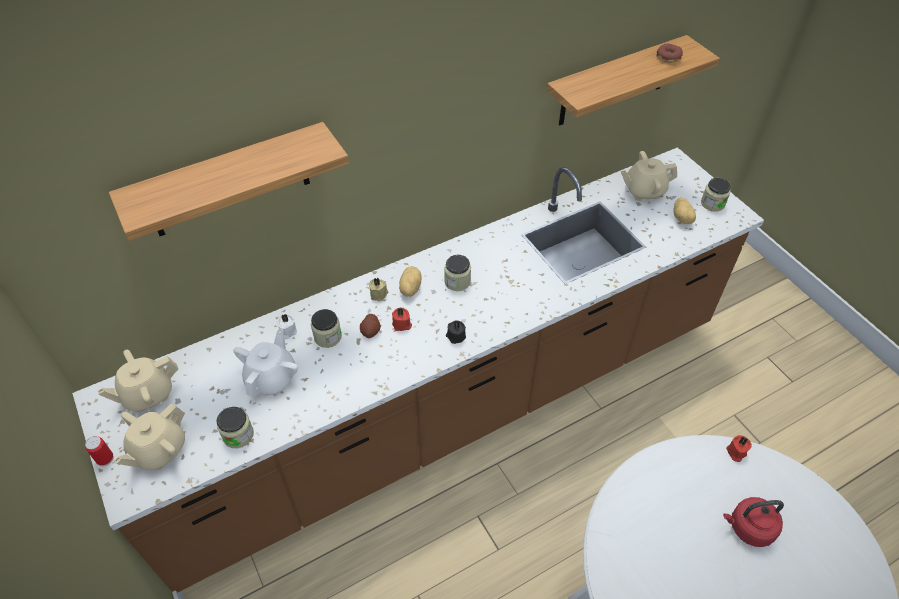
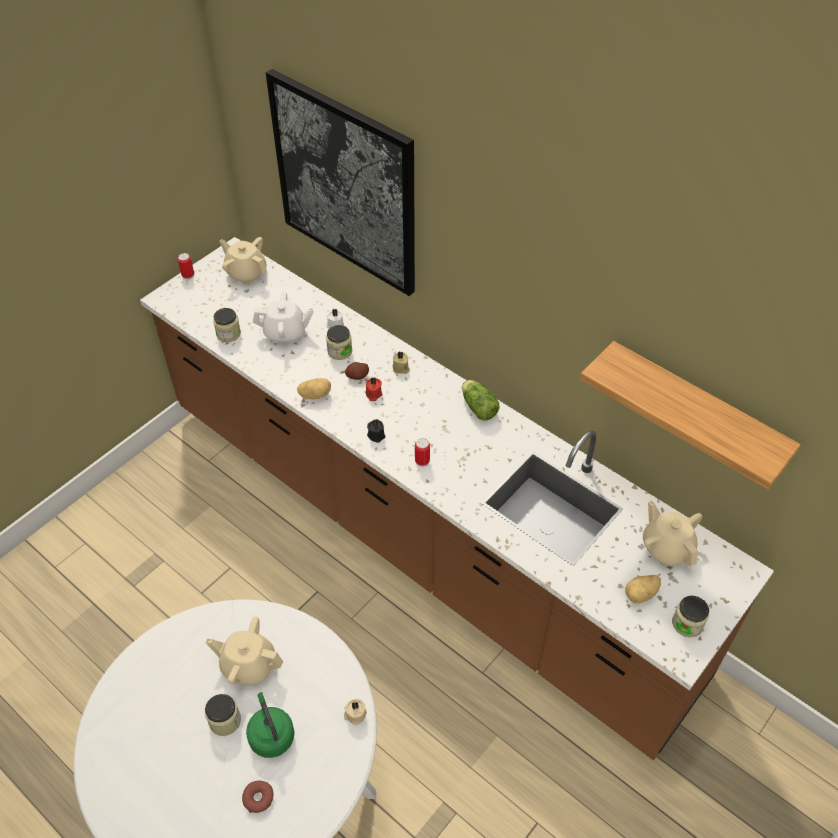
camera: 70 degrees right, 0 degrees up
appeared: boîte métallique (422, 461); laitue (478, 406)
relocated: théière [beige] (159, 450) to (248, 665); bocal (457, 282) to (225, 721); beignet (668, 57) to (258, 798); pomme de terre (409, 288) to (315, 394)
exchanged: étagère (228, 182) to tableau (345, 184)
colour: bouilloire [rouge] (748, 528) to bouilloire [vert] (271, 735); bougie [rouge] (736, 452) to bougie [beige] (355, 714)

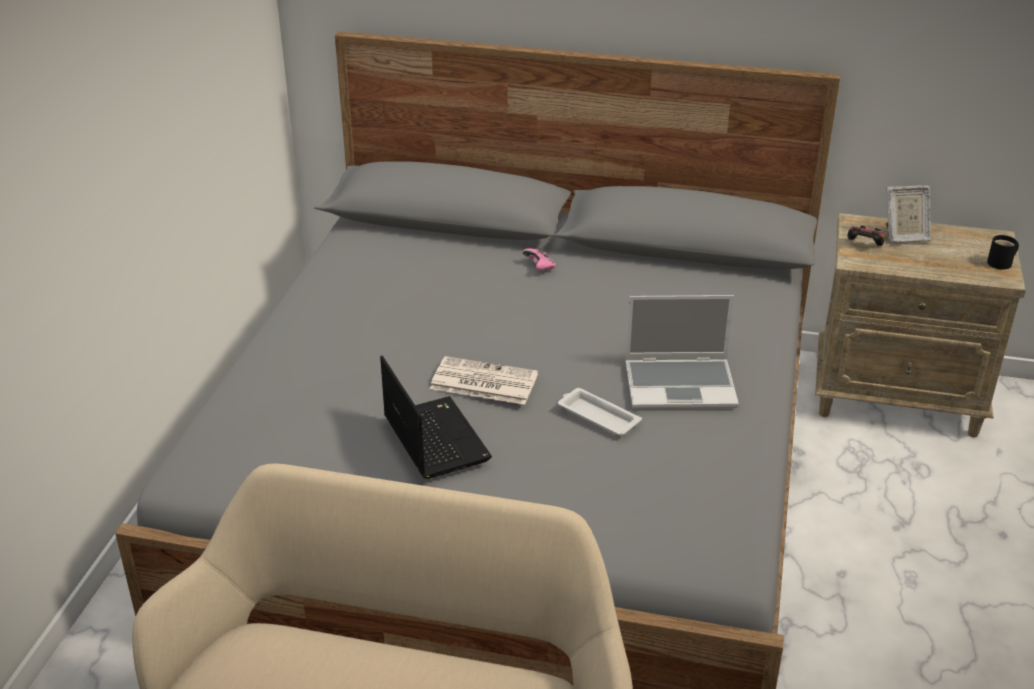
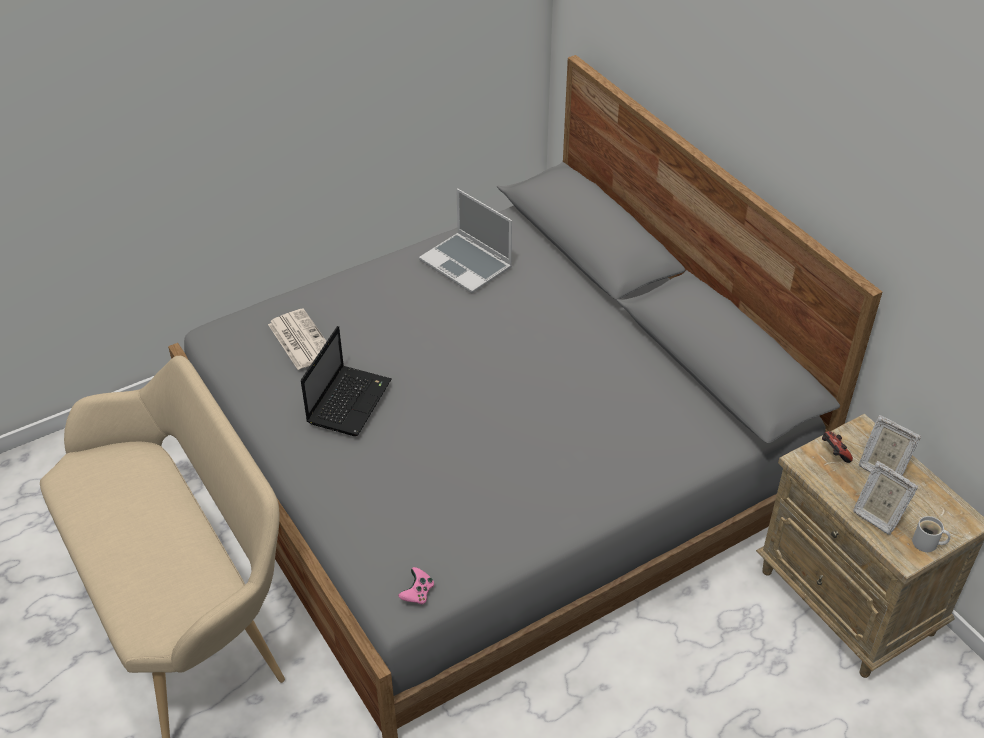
camera: 45 degrees right, 10 degrees up
missing: plateau [blanc] (597, 416)
appeared: cadre photo (877, 515)
relocated: journal (482, 382) to (300, 339); manette [rose] (540, 267) to (417, 593); ordinateur portable (681, 385) to (467, 264)
colour: mug [noir] (1001, 263) to mug [blanc] (927, 544)

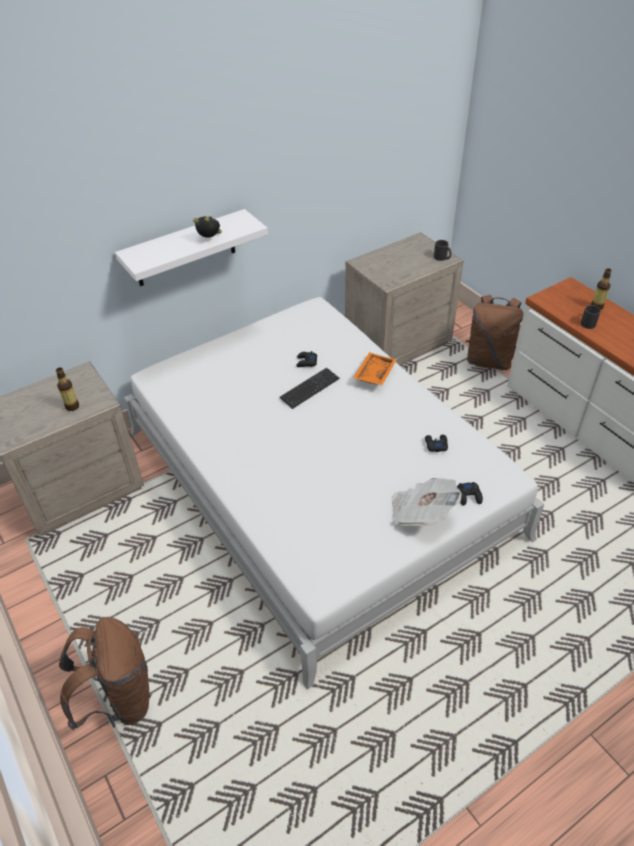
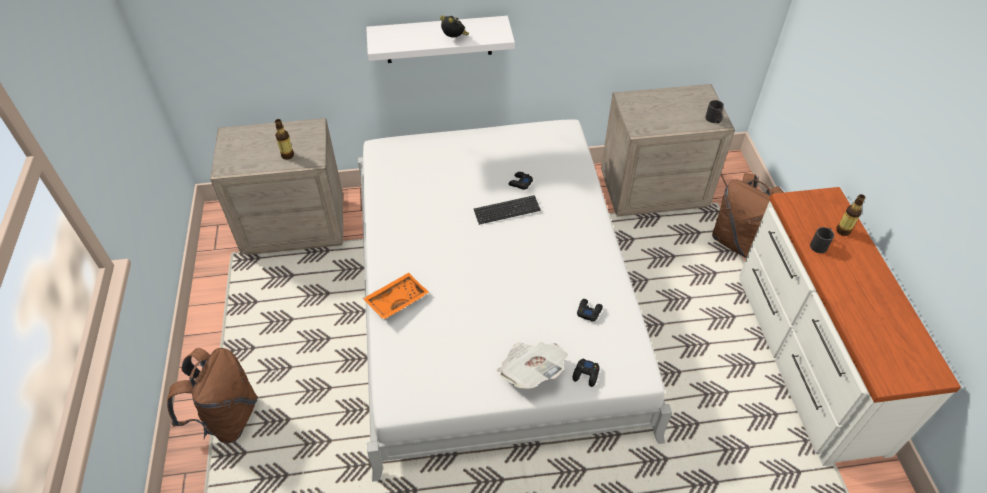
camera: 25 degrees right, 5 degrees up
relocated: plateau [orange] (373, 374) to (396, 300)

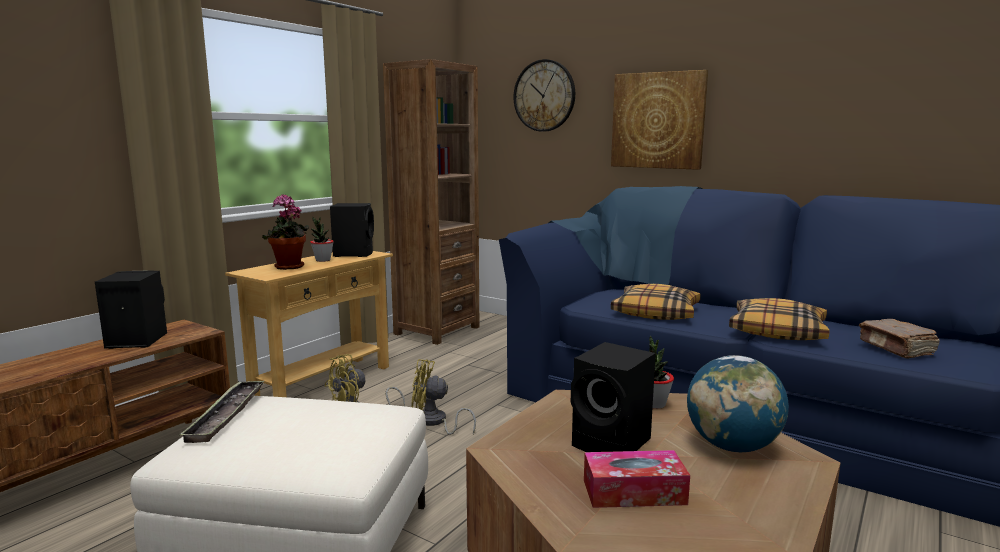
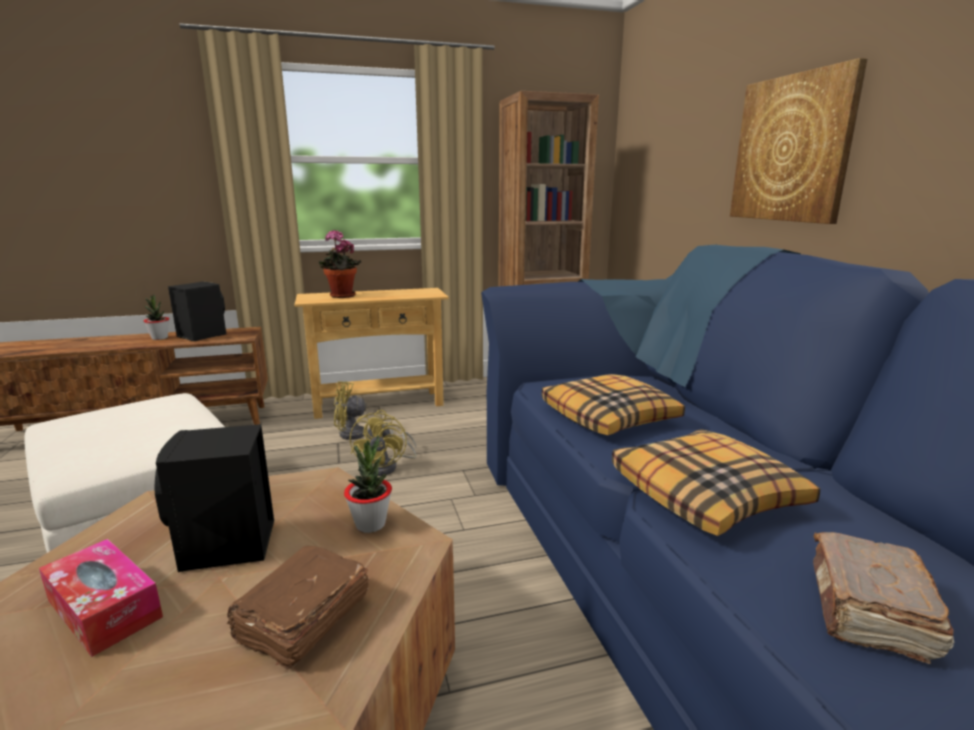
camera: 40 degrees right, 5 degrees up
missing: plateau (226, 415); enceinte [noir] (354, 254); horloge murale (544, 96)
relocated: plante en pot (323, 260) to (159, 338)
exchanged: globe (732, 446) to livre [marron] (302, 621)
spun: ventilateur [jaune] (435, 422) = (388, 467) 135 degrees counterclockwise

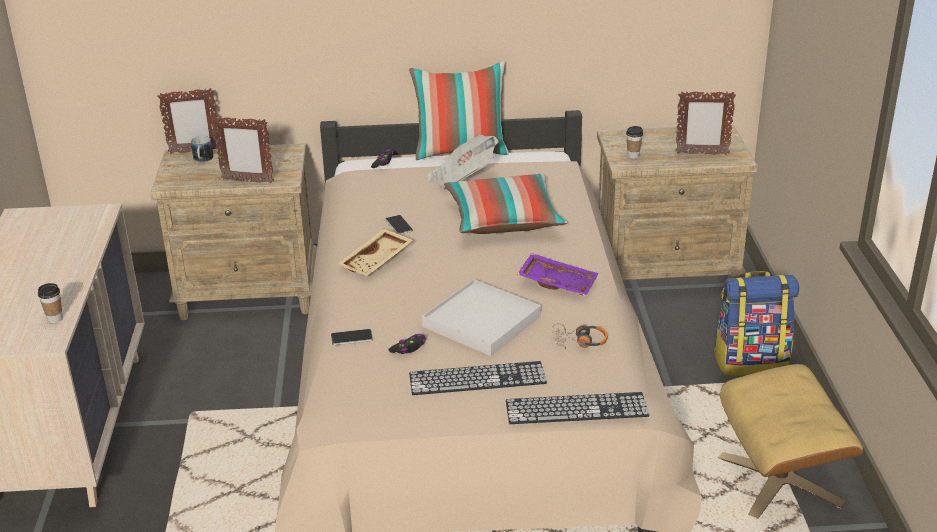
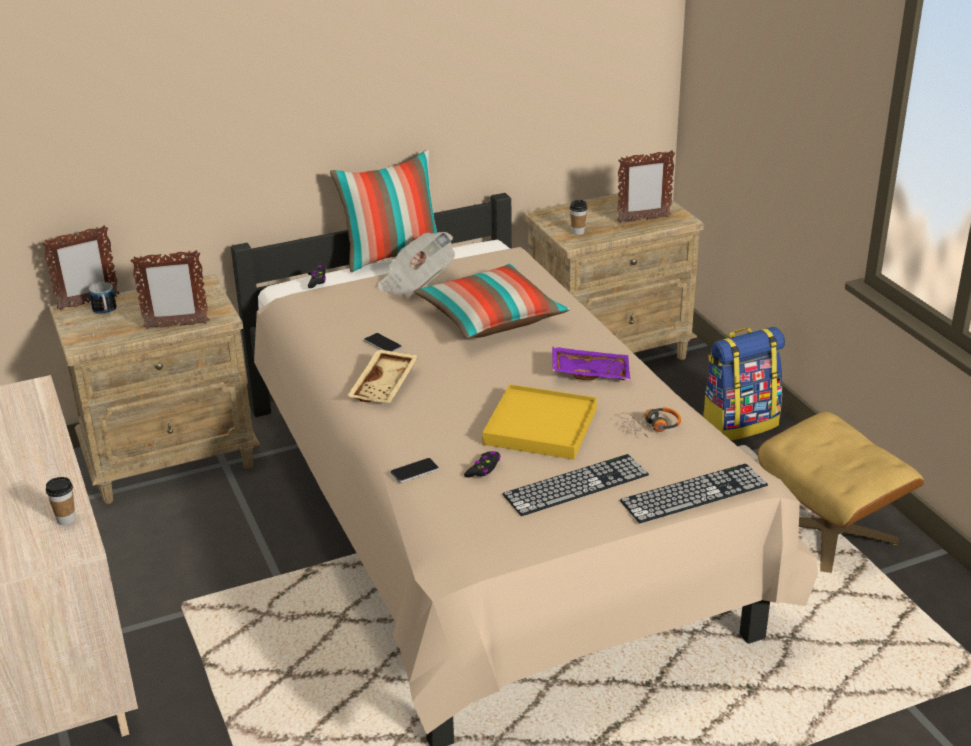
camera: 20 degrees left, 0 degrees up
colour: plateau [blanc] (482, 321) to plateau [jaune] (541, 426)

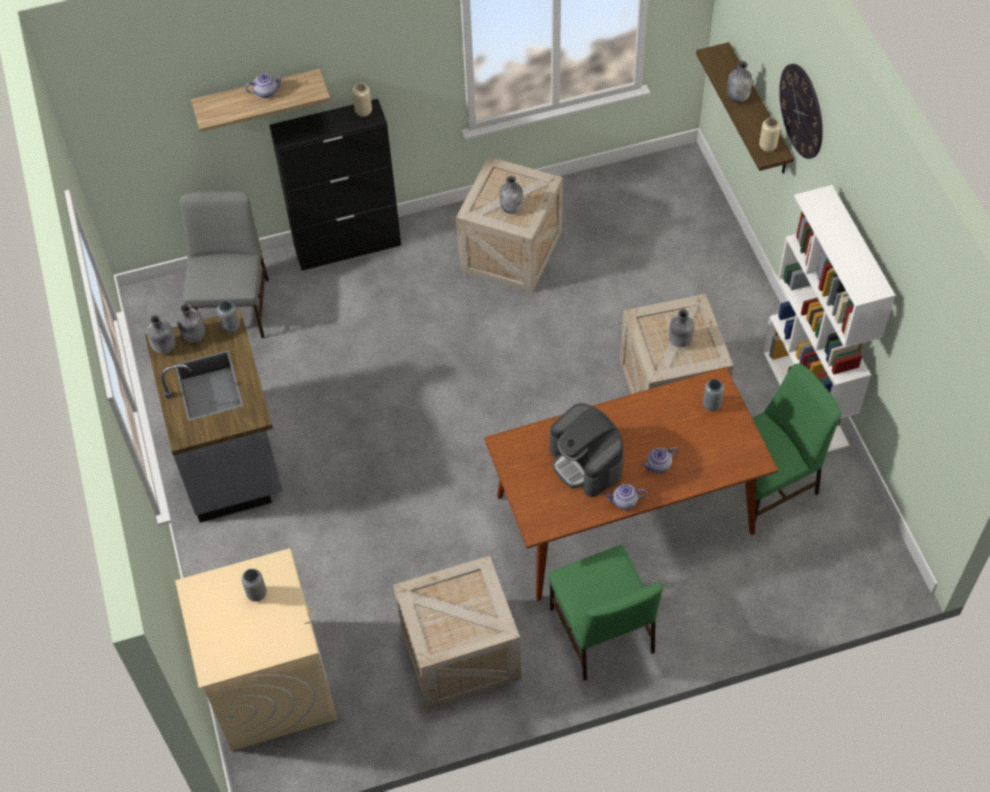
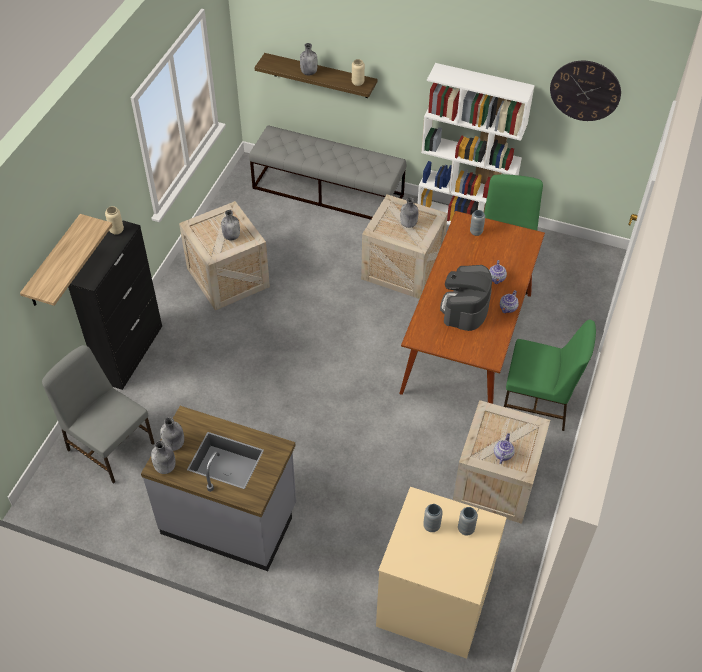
camera: 55 degrees left, 5 degrees down
appeared: banc [gris] (328, 192)
relocated: vase [gris] (231, 327) to (466, 529); théière (266, 92) to (503, 454); horloge murale (801, 111) to (585, 90)
spun: machine à café (586, 463) = (465, 308) 105 degrees clockwise

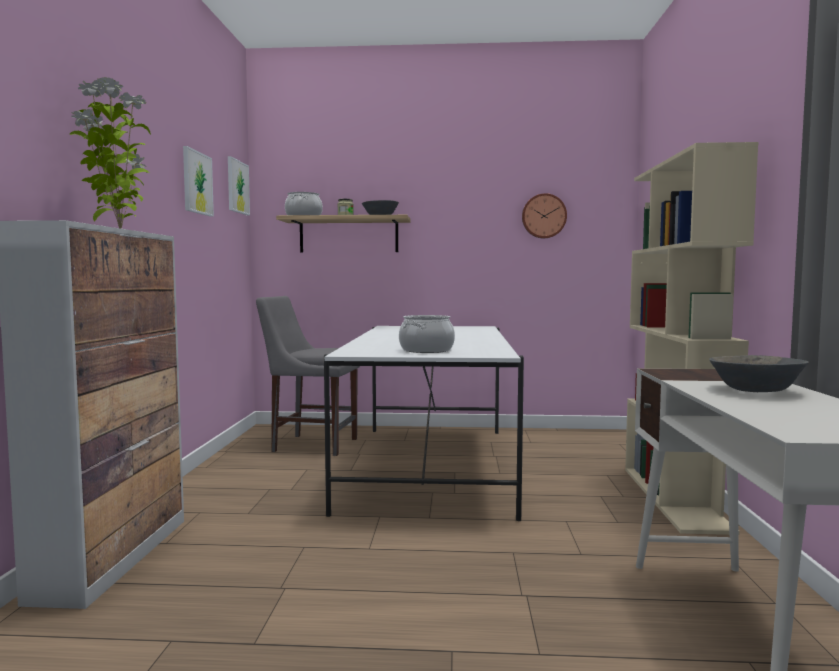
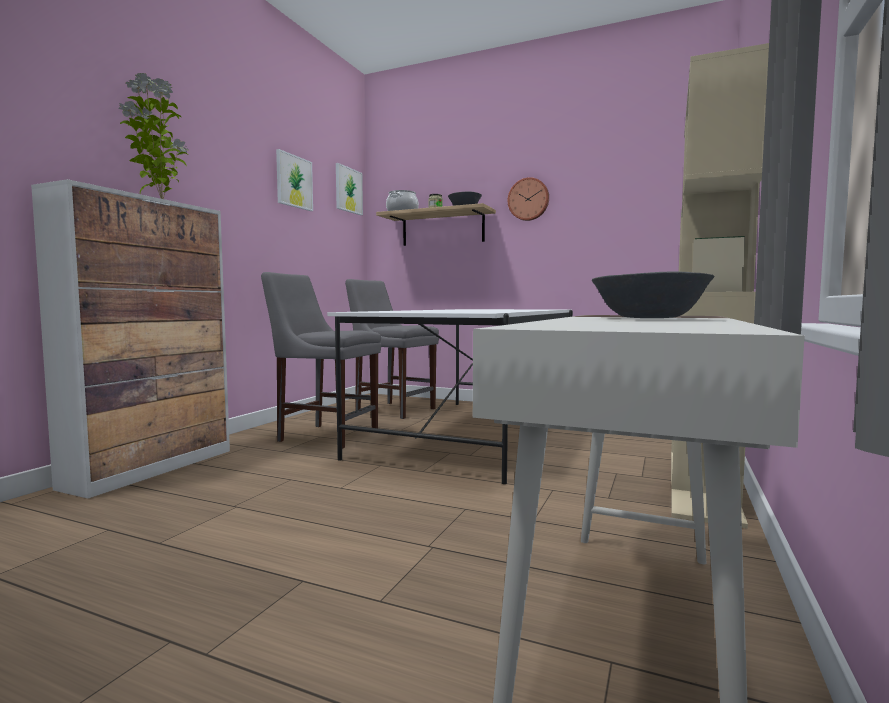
camera: 20 degrees right, 0 degrees up
missing: marmite (427, 350)
appeared: chaise [gris] (325, 435)
relocated: horloge murale (543, 216) to (528, 199)

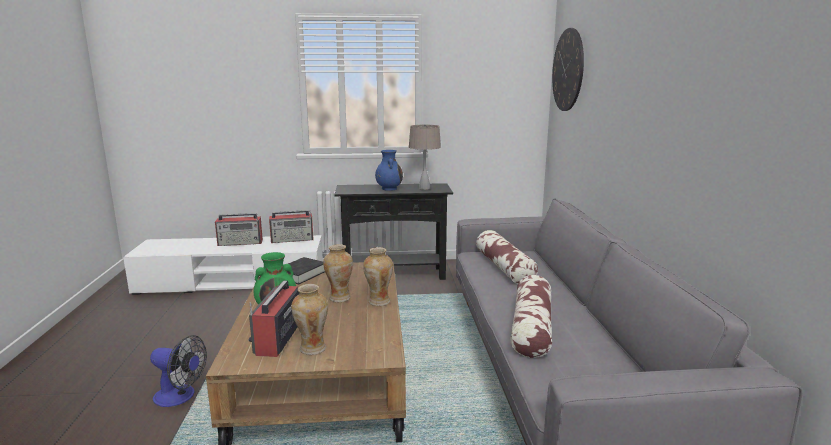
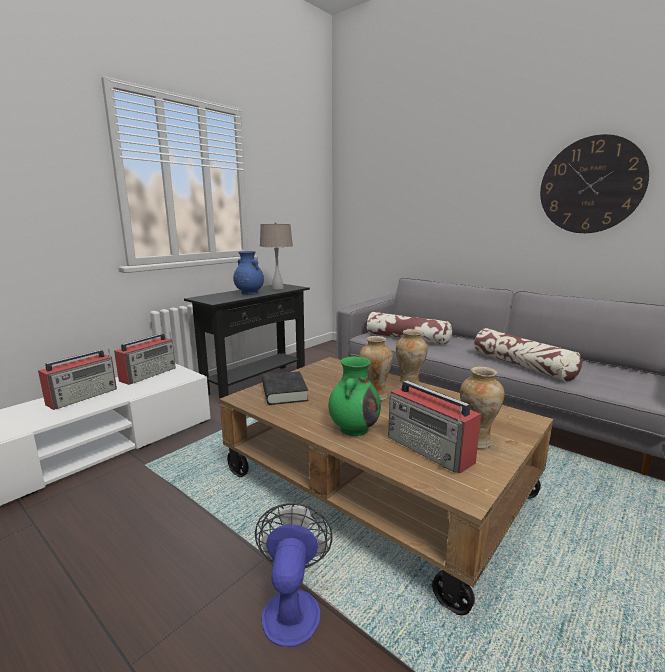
camera: 45 degrees left, 0 degrees up
relocated: horloge murale (568, 70) to (591, 185)
spun: ventilateur (180, 397) = (292, 606) 60 degrees counterclockwise

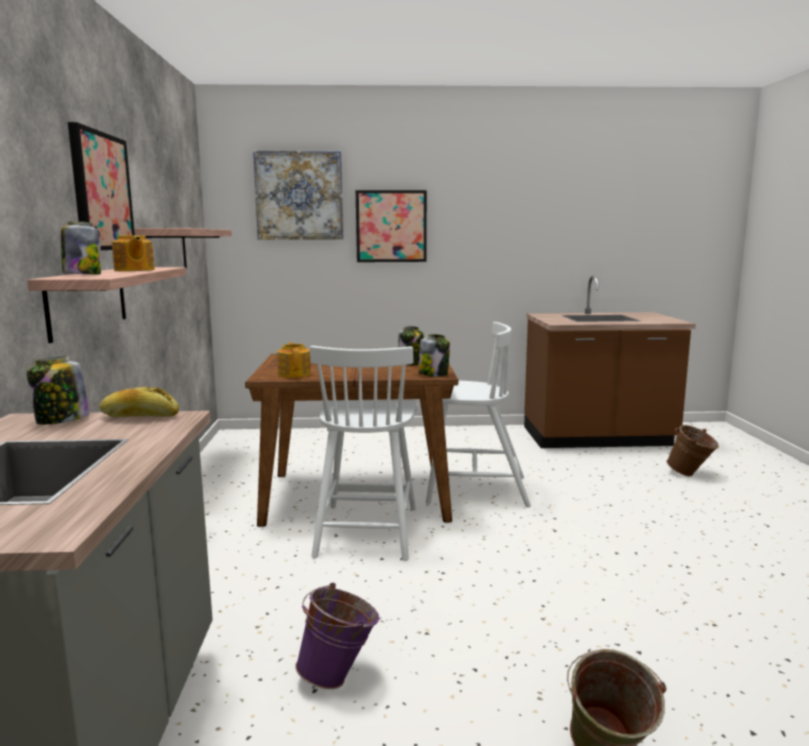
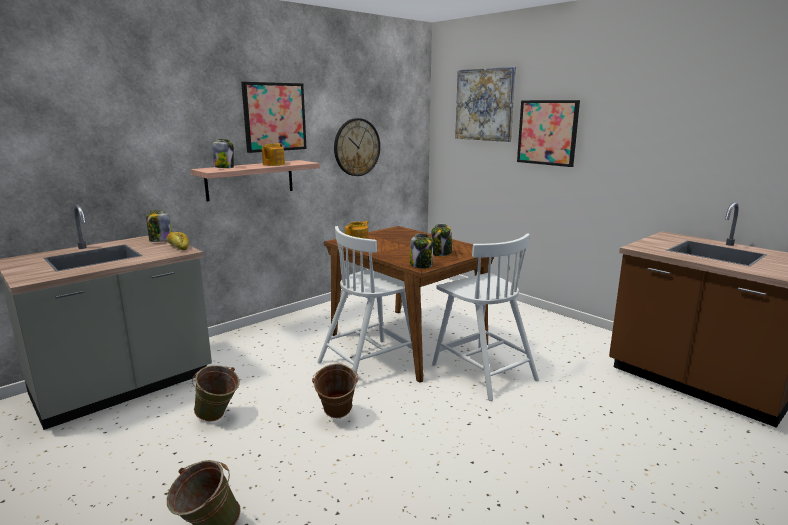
camera: 50 degrees right, 5 degrees up
relocated: seau [marron] (690, 475) to (336, 417)
exchanged: étagère (165, 250) to horloge murale (356, 147)
colour: seau [violet] (339, 676) to seau [vert] (218, 418)

